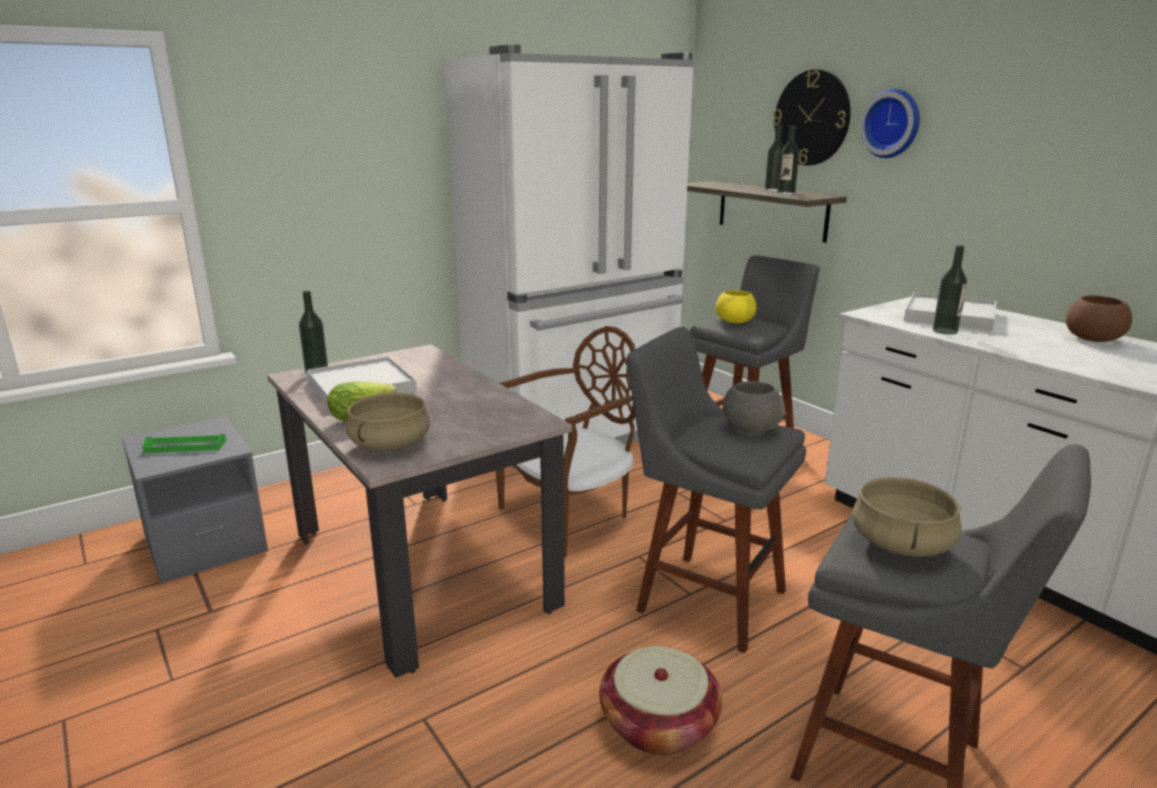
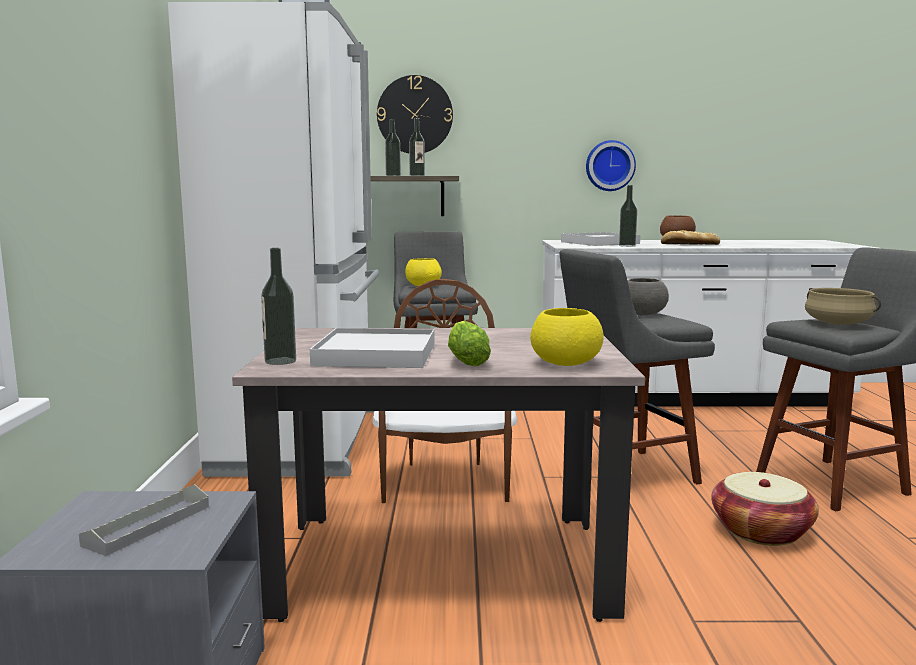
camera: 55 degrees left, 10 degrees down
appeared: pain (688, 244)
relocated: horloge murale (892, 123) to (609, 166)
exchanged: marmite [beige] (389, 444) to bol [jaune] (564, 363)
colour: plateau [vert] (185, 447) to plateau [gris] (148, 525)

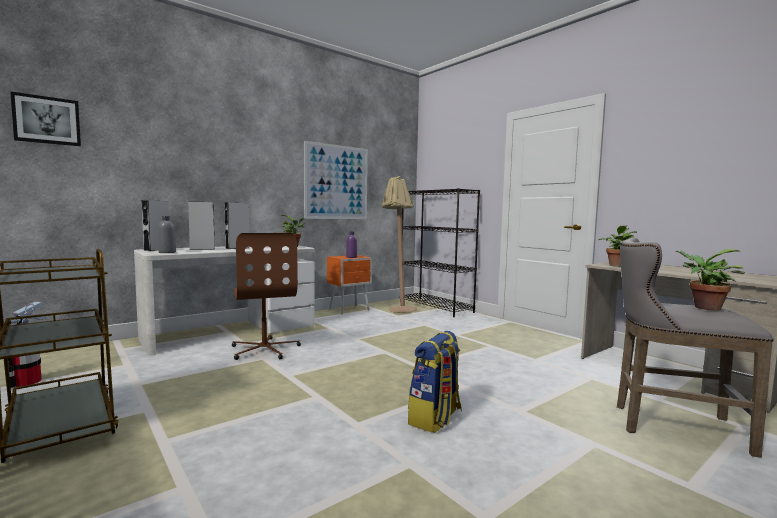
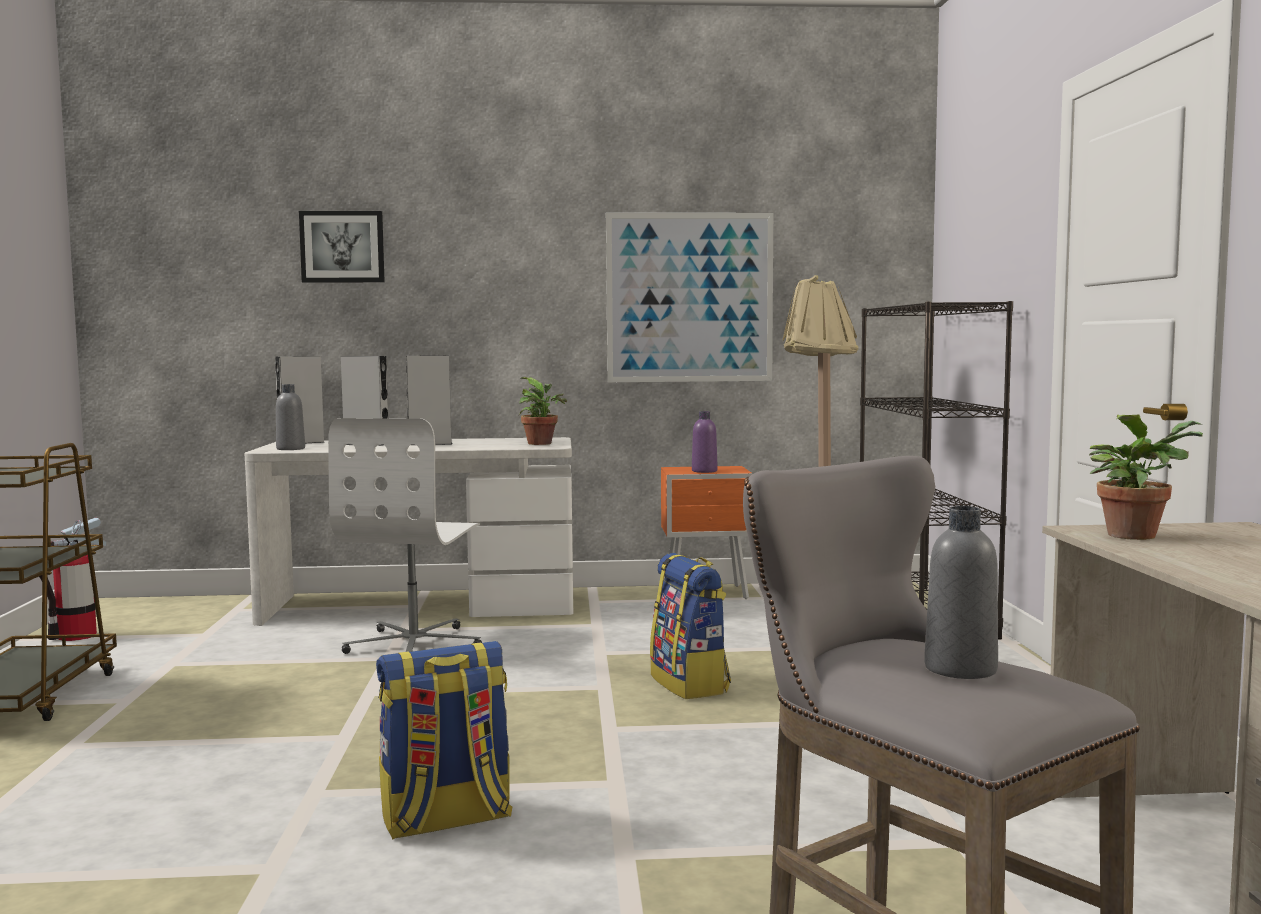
camera: 35 degrees right, 0 degrees up
appeared: sac à dos (691, 684)
relocated: tableau (47, 120) to (342, 247)
exchanged: plante en pot (703, 307) to bouteille [gris] (960, 669)
colour: chaise de bureau [marron] (265, 349) to chaise de bureau [blanc] (415, 644)

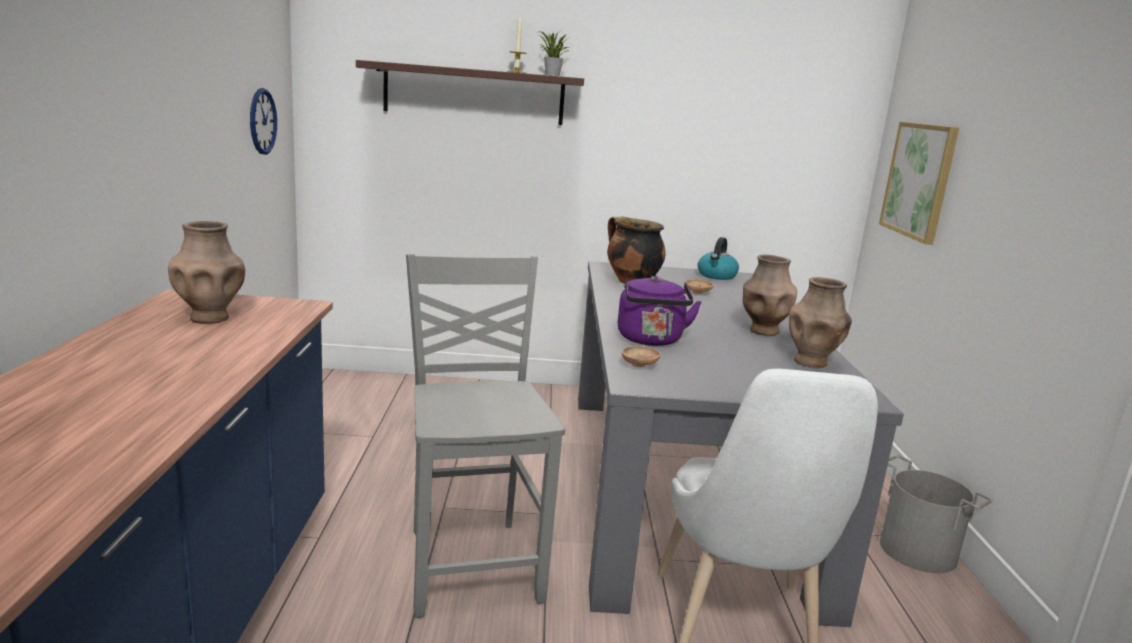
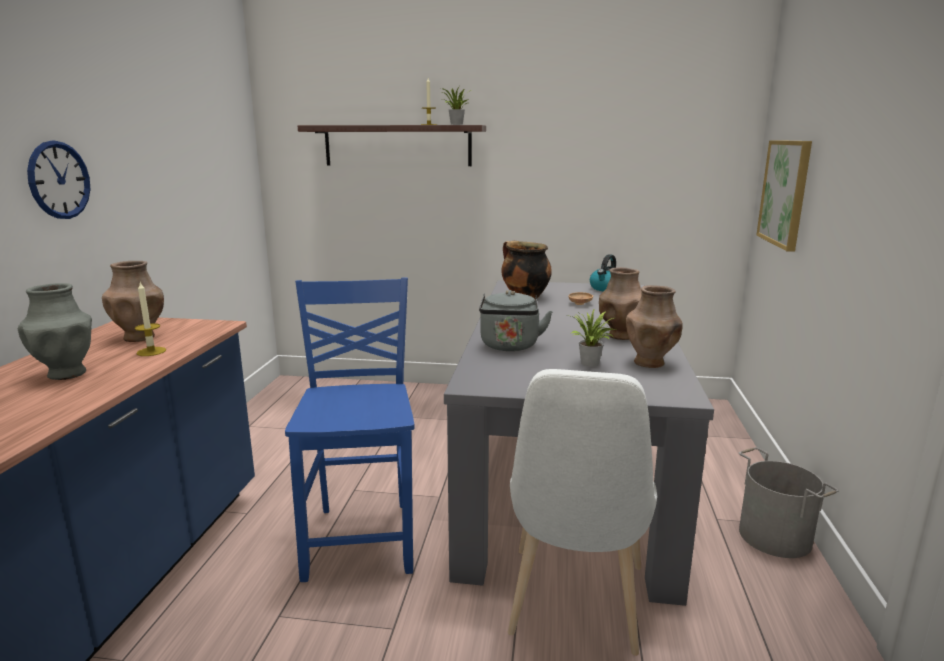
camera: 10 degrees right, 0 degrees up
missing: bol [marron] (639, 365)
appeared: vase [gris] (67, 373); bougie (151, 351); plante en pot (590, 364)
relocated: horloge murale (262, 121) to (59, 180)
colour: chaise [gris] (472, 563) to chaise [bleu] (362, 537); bouilloire [violet] (651, 340) to bouilloire [gris] (510, 346)

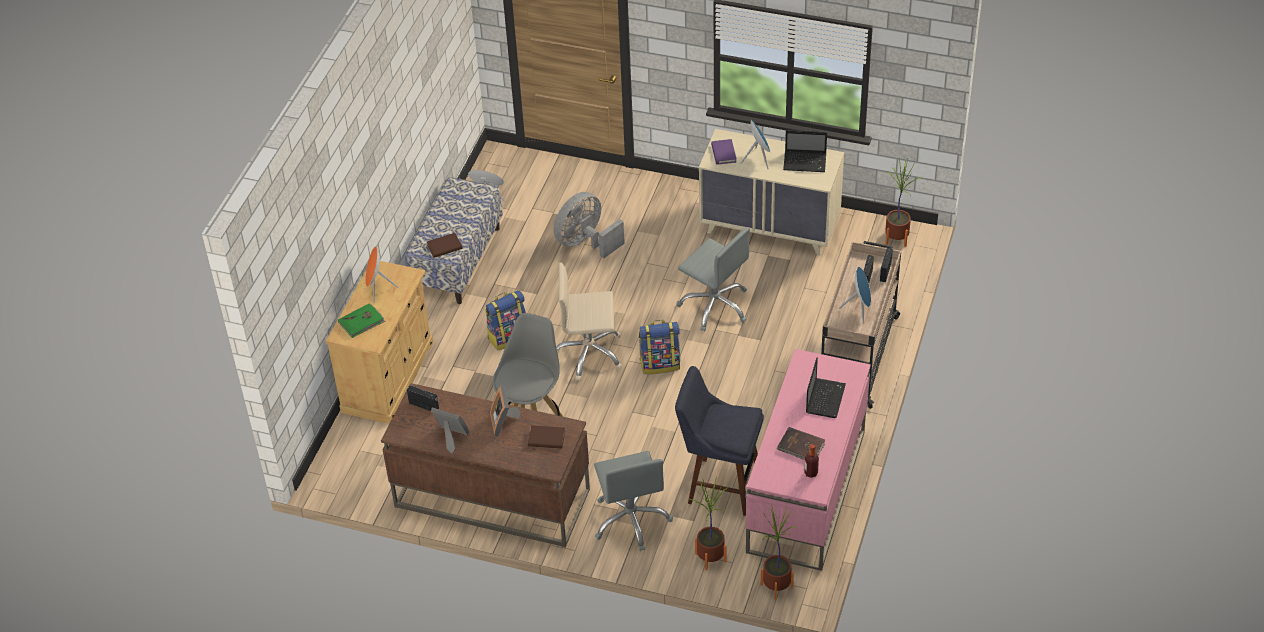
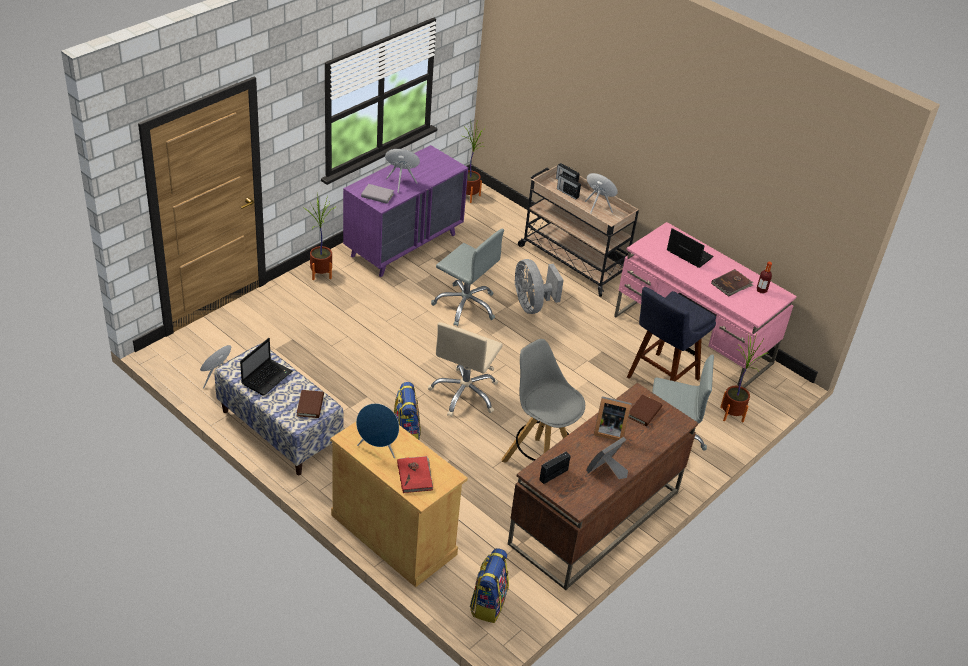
camera: 70 degrees left, 5 degrees down
relocated: ordinateur portable (805, 162) to (267, 377); plante en pot (776, 586) to (321, 274); sac à dos (660, 364) to (488, 603); ventilateur [gris] (586, 243) to (532, 305)
colour: commode [beige] (770, 227) to commode [violet] (404, 245); enceinte [orange] (377, 289) to enceinte [bleu] (378, 448); livre [violet] (723, 153) to livre [gris] (377, 195); livre [vert] (362, 322) to livre [rouge] (415, 475)
spun: chaise de bureau [gris] (715, 305) = (465, 305) 60 degrees clockwise

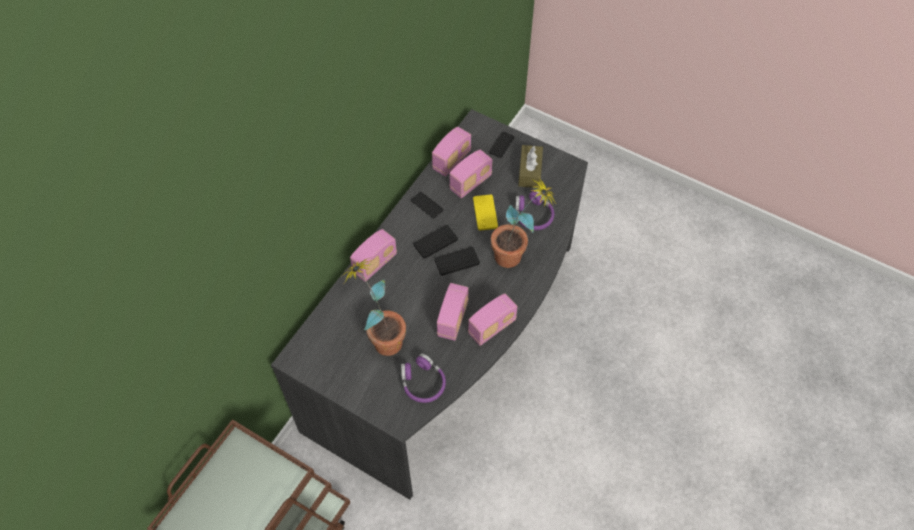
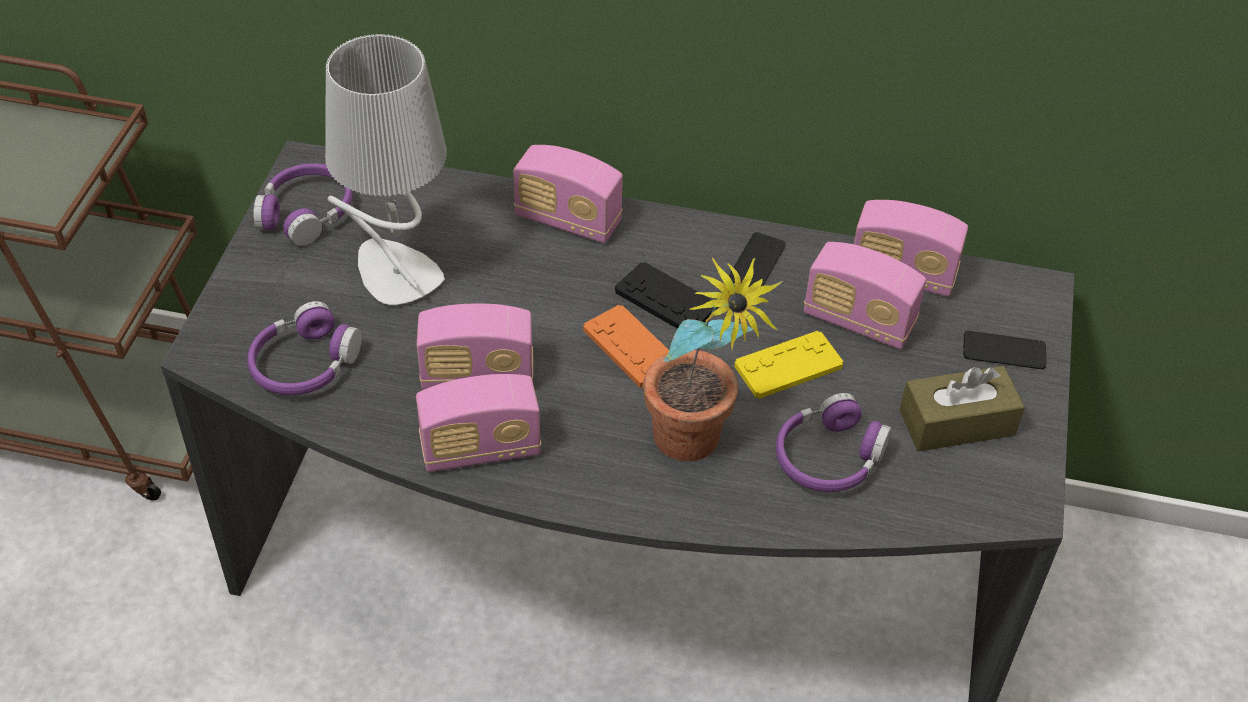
camera: 70 degrees right, 10 degrees down
appeared: casque audio [violet] (306, 213)
exchanged: plante en pot (381, 337) to lampe de table [gris] (394, 274)
colour: manette [noir] (457, 261) to manette [orange] (630, 348)
spun: radio (492, 327) = (480, 449) 45 degrees counterclockwise

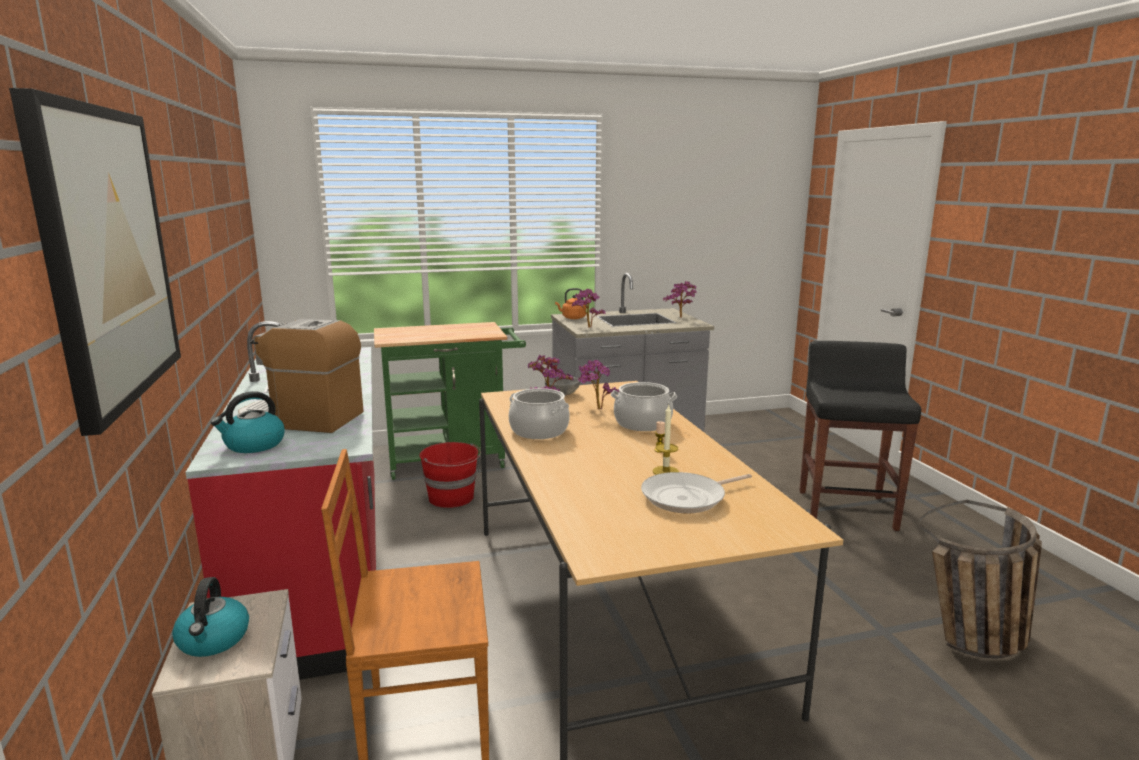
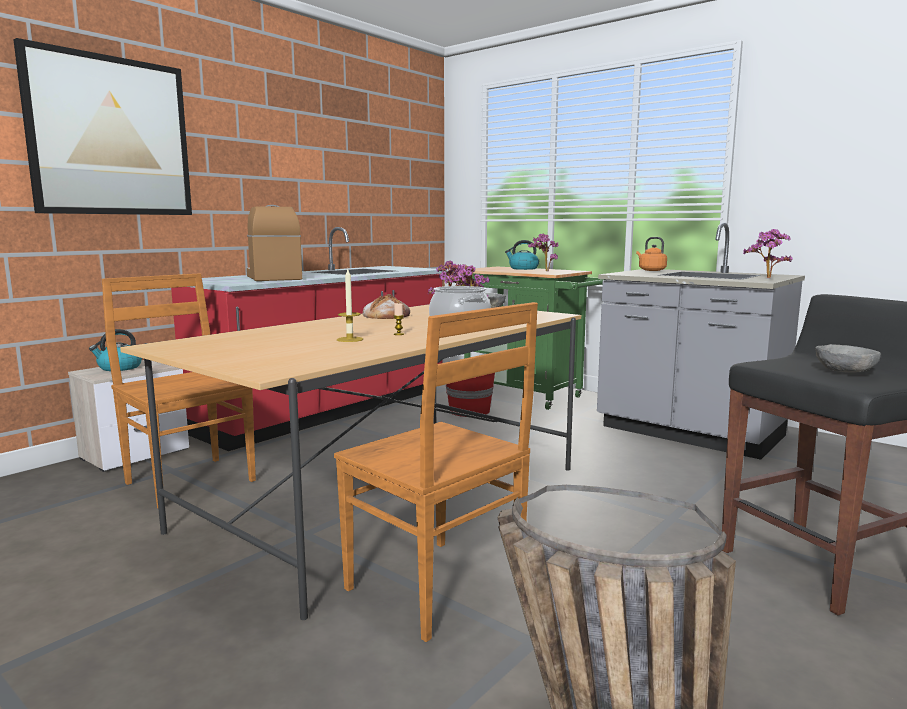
camera: 55 degrees right, 5 degrees down
missing: poêle (687, 498)
appeared: chaise [marron] (438, 588); bol [gris] (844, 372)
relocated: bouilloire (254, 445) to (523, 268); plante en pot (587, 327) to (544, 271)
exchanged: marmite (538, 431) to pain (386, 315)

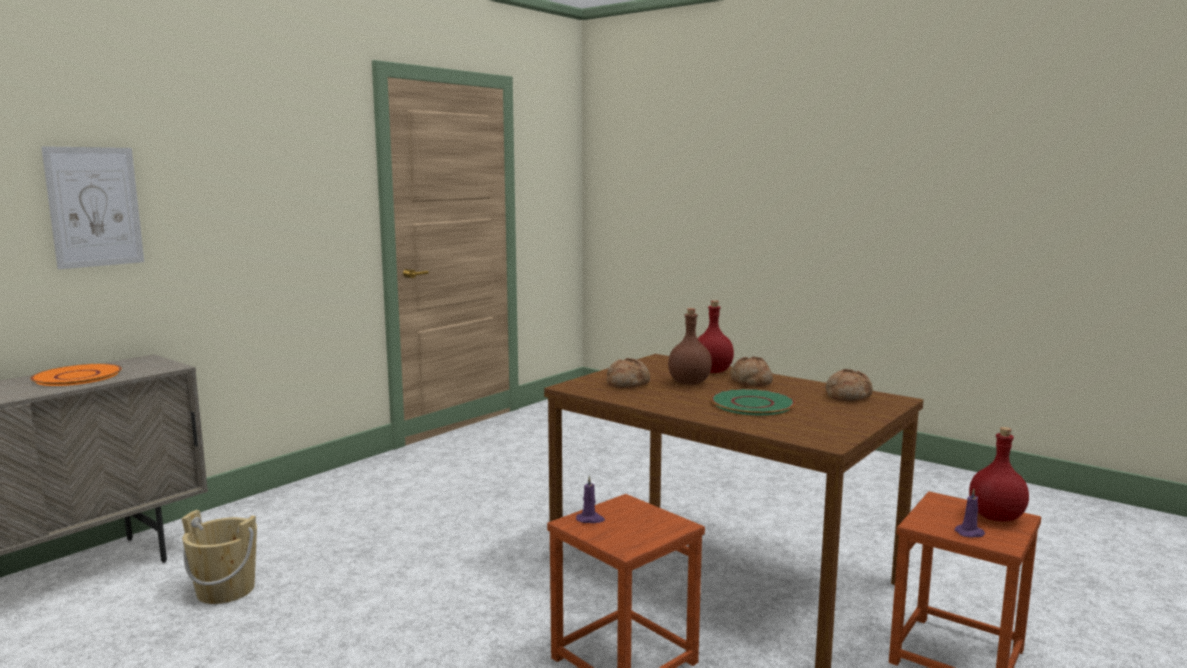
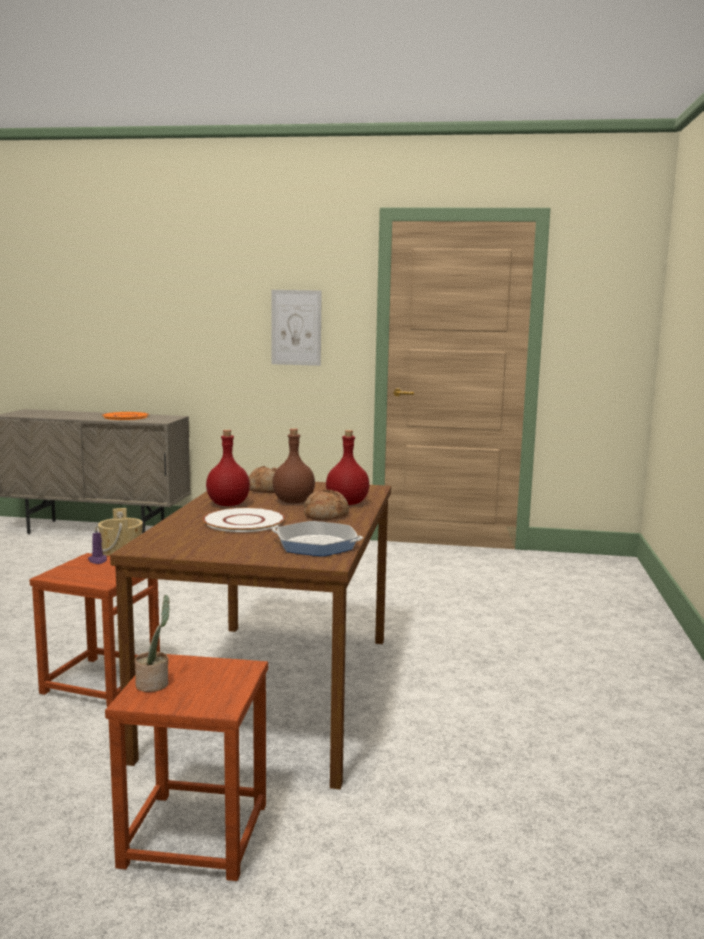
camera: 60 degrees right, 0 degrees up
relocated: bouteille [rouge] (996, 517) to (227, 504); tableau (94, 207) to (296, 327)
exchanged: bougie [violet] (970, 533) to plante en pot (154, 684); pain (847, 396) to poêle (316, 545)
colour: assiette [vert] (752, 404) to assiette [blanc] (244, 521)

